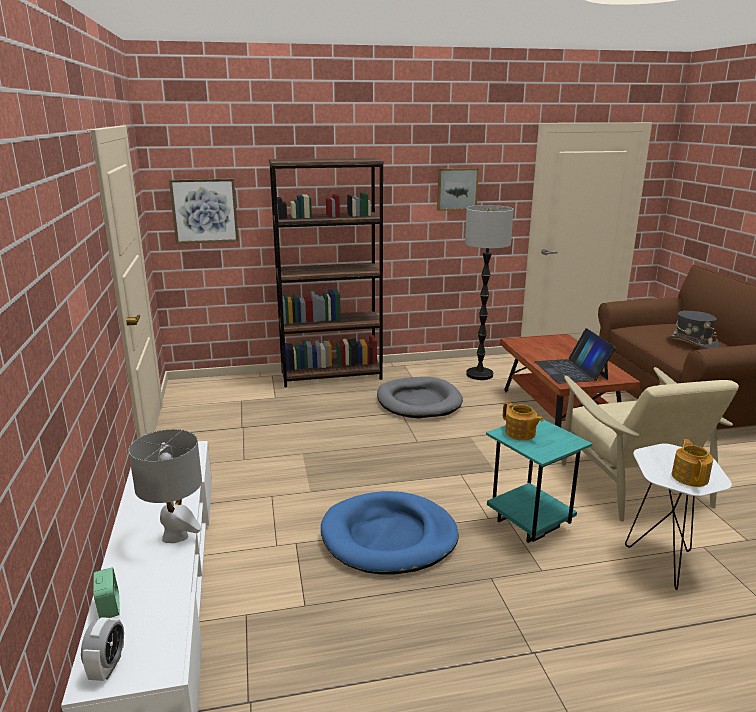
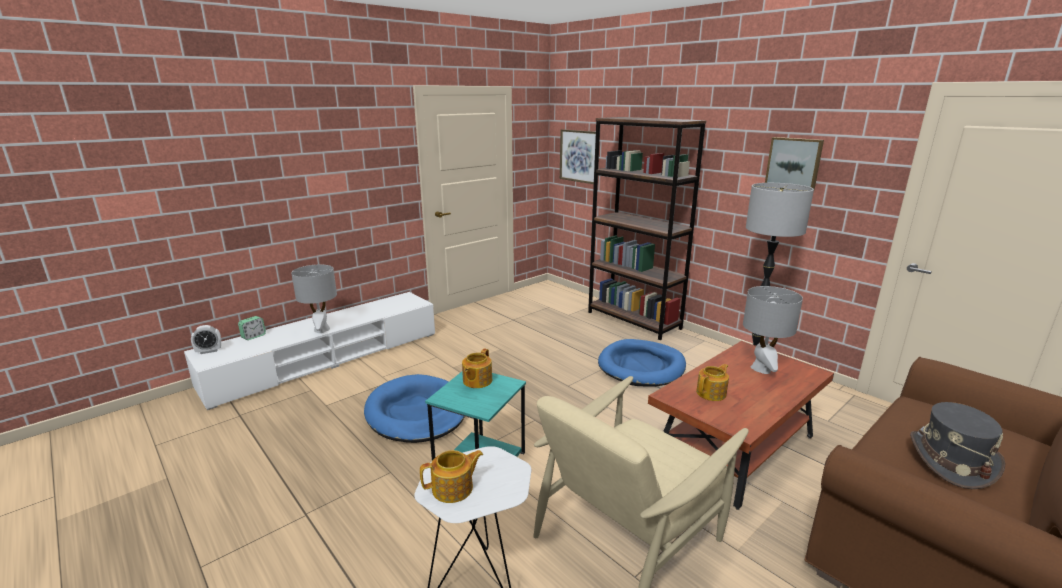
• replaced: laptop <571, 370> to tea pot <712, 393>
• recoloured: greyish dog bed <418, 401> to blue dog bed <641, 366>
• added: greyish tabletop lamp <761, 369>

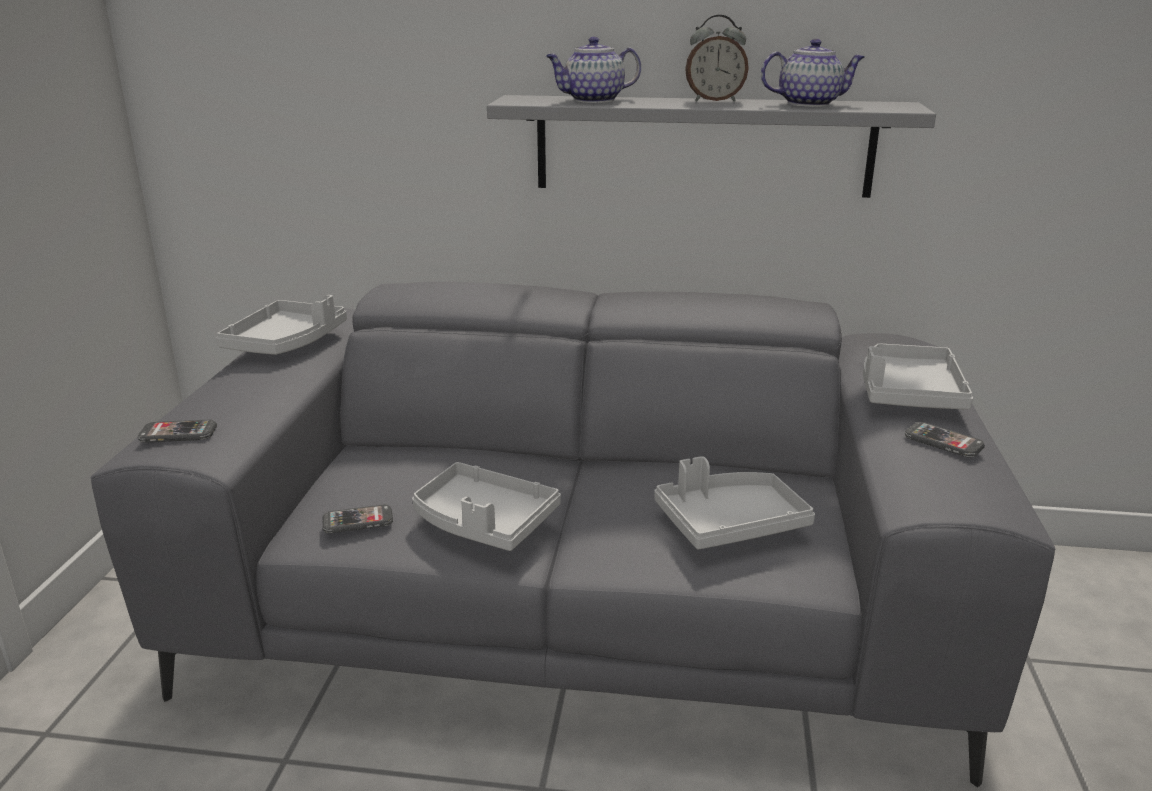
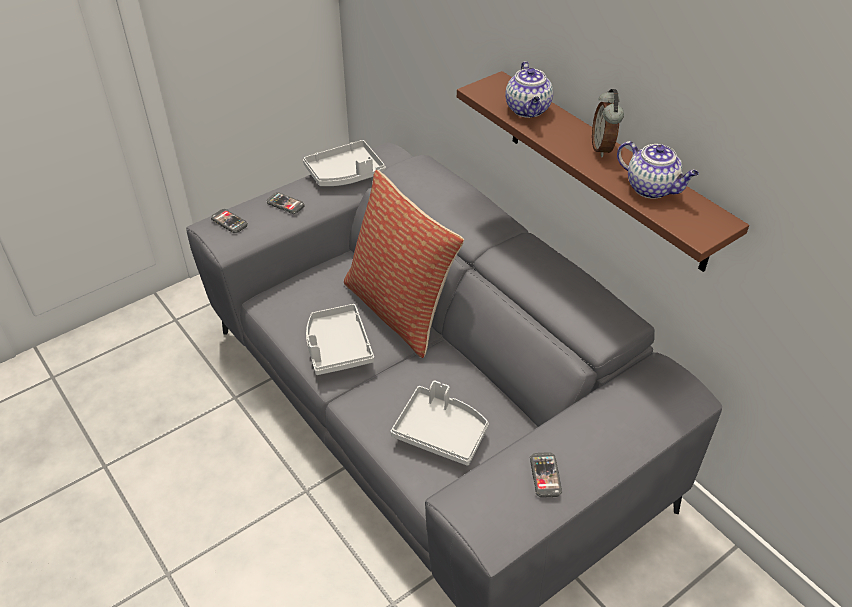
• turned: alarm clock <714, 100> = <603, 148> 45 degrees clockwise
• turned: tea pot <592, 100> = <528, 110> 120 degrees counterclockwise
• recoloured: greyish bracket shelf <703, 146> to brown bracket shelf <606, 170>
• removed: greyish tray <908, 393>
• moved: phone <358, 521> to <285, 204>
• added: cushion <400, 309>

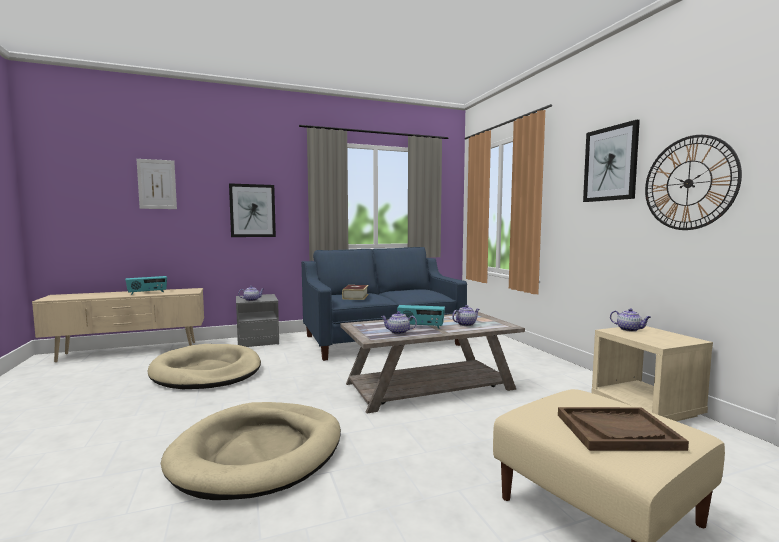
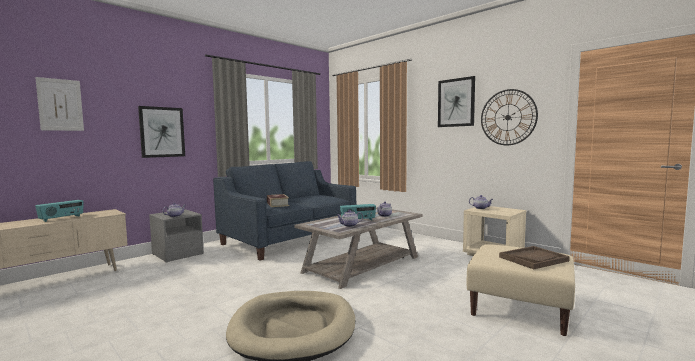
• removed: beige dog bed <207, 372>

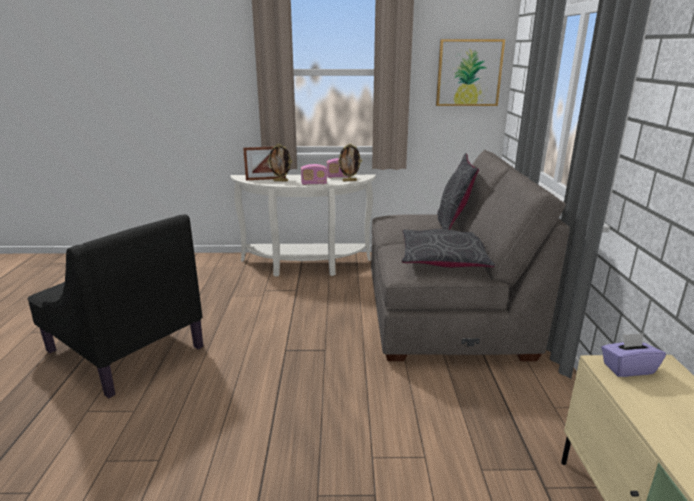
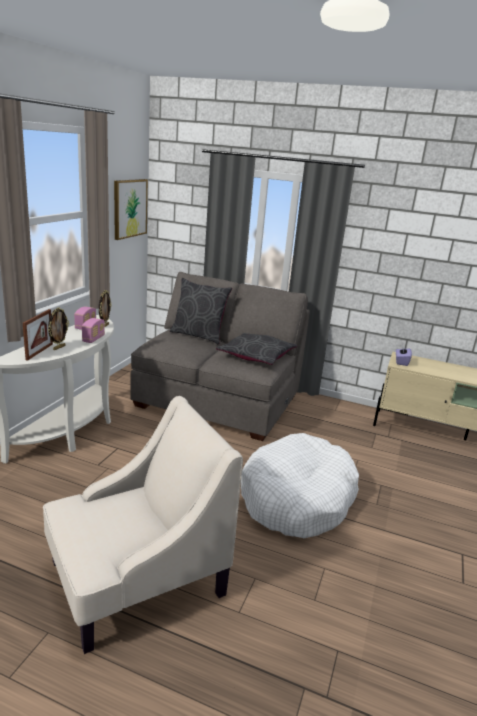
• recoloured: black-coloured armchair <124, 348> to beige armchair <135, 578>
• added: whitish dog bed <297, 498>

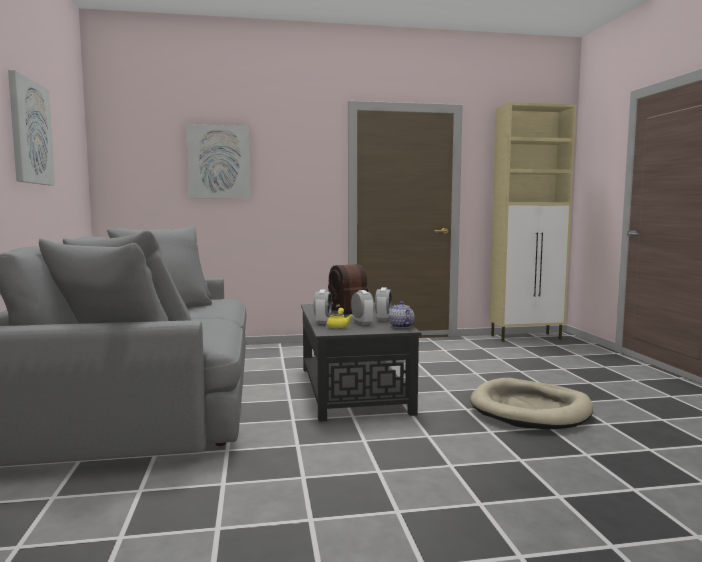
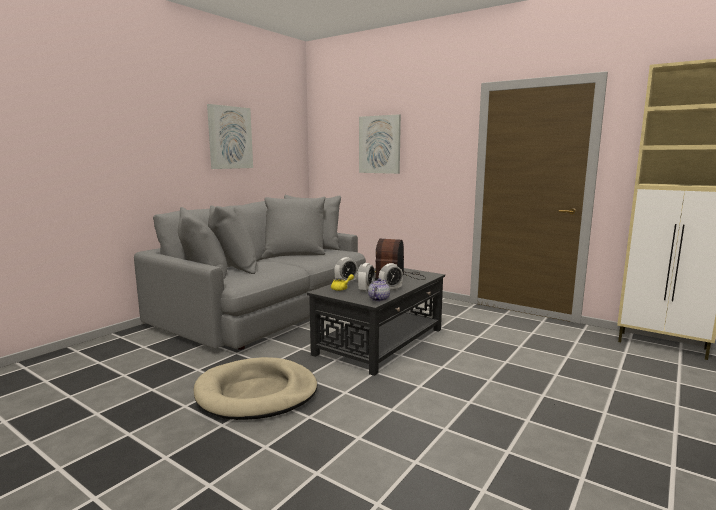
• moved: beige dog bed <530, 409> to <256, 393>

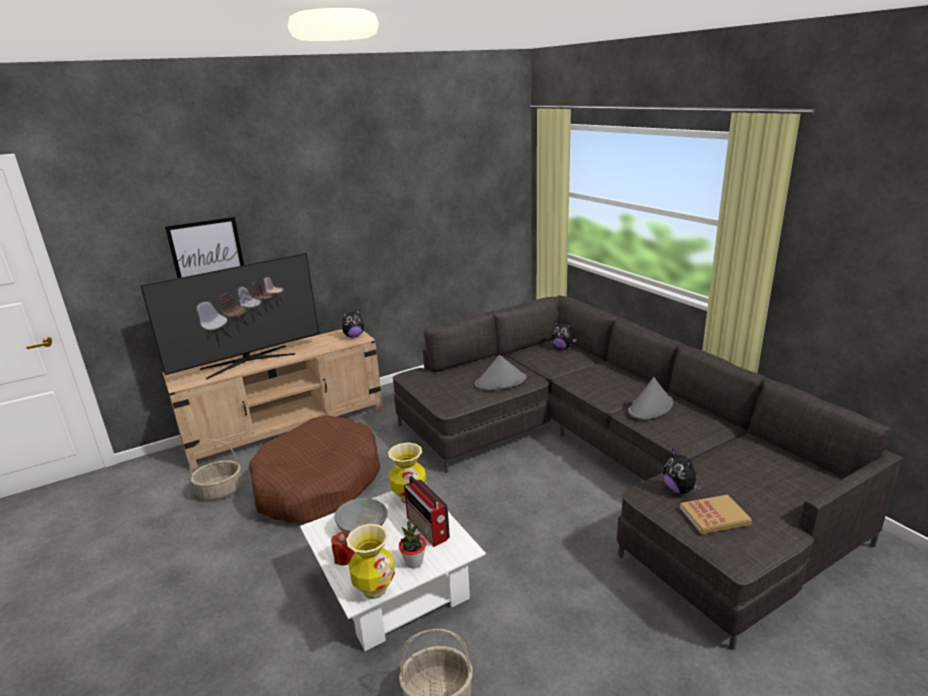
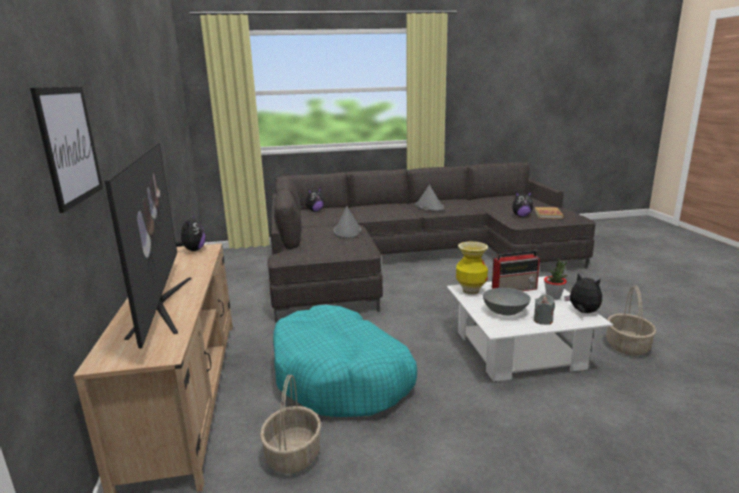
• recoloured: brown dog bed <318, 483> to blue-green dog bed <341, 376>
• replaced: decorative vase <374, 590> to plush toy <583, 312>
• recoloured: red wax light <345, 558> to greyish wax light <543, 320>

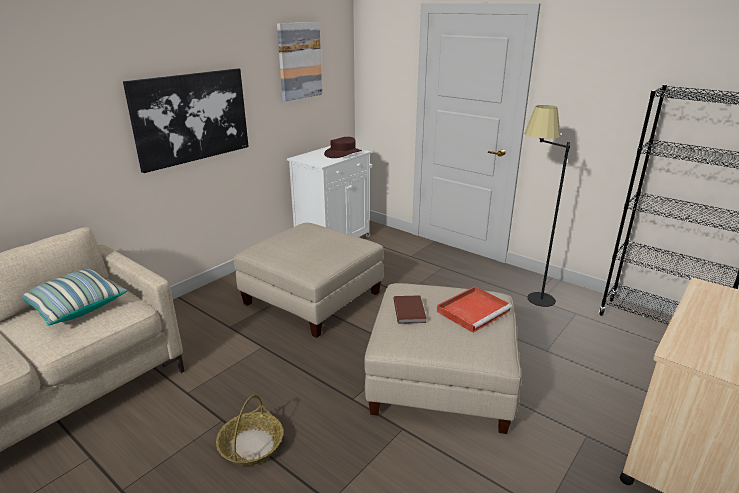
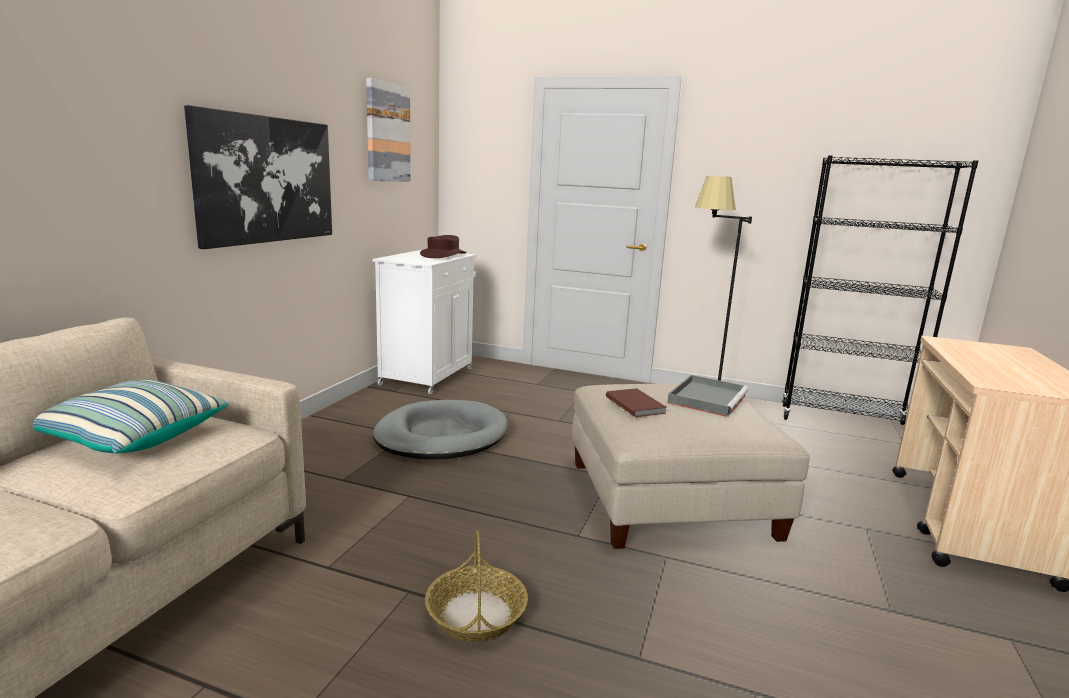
• replaced: beige footrest <312, 298> to greyish dog bed <441, 436>
• recoloured: red tray <474, 310> to greyish tray <707, 398>

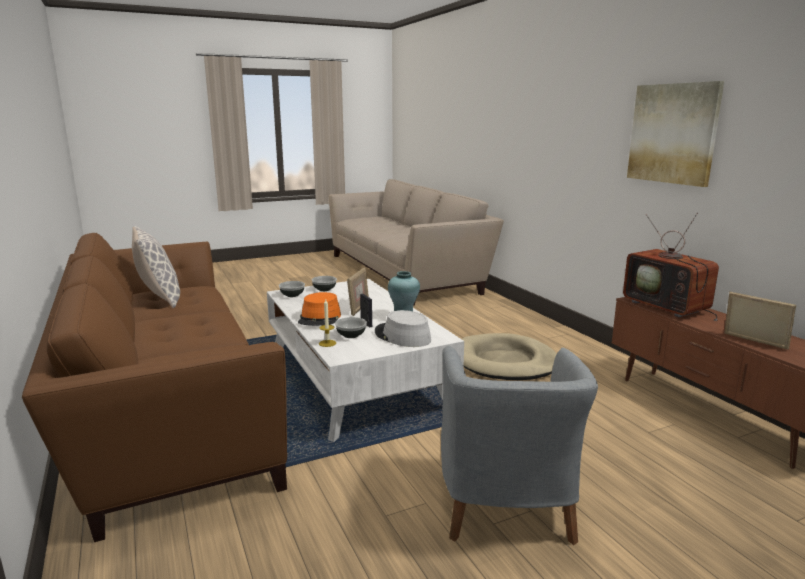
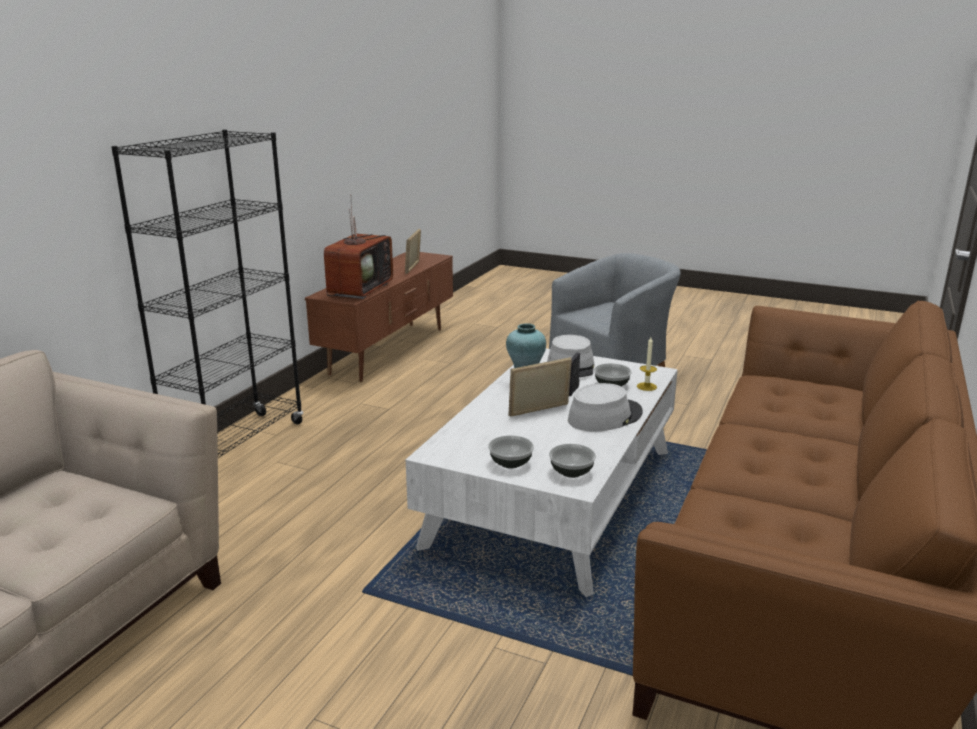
• removed: picture <673, 133>
• removed: cushion <159, 299>
• recoloured: orangey wearable hat <320, 318> to greyish wearable hat <604, 416>
• removed: beige dog bed <505, 362>
• added: black-coloured shelving unit <238, 445>

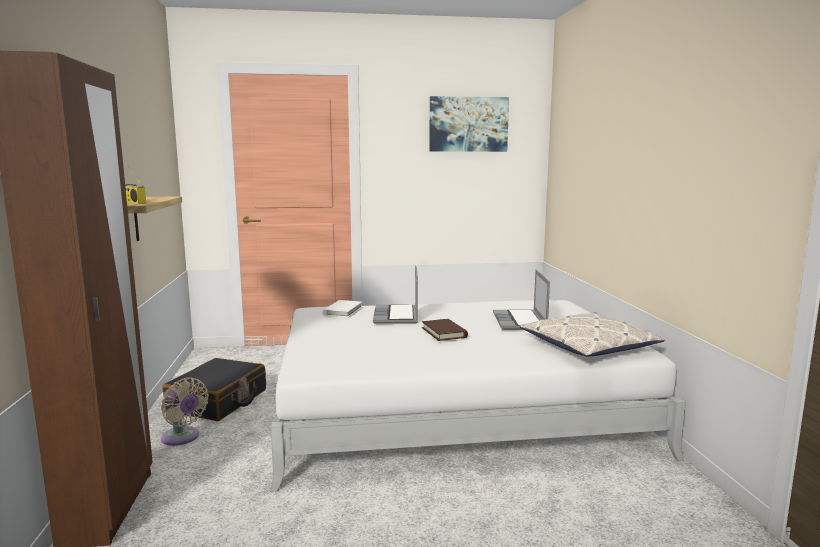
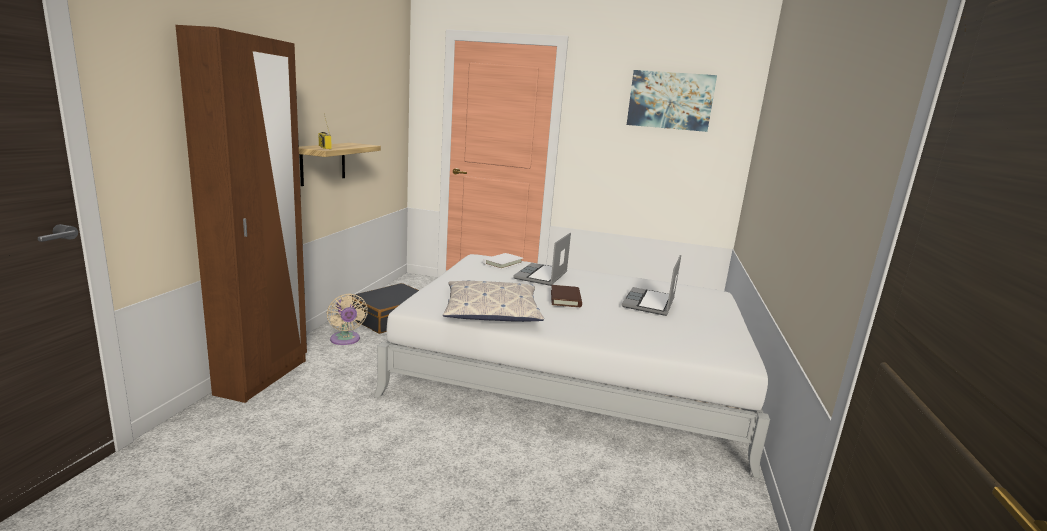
• moved: cushion <588, 345> to <492, 311>

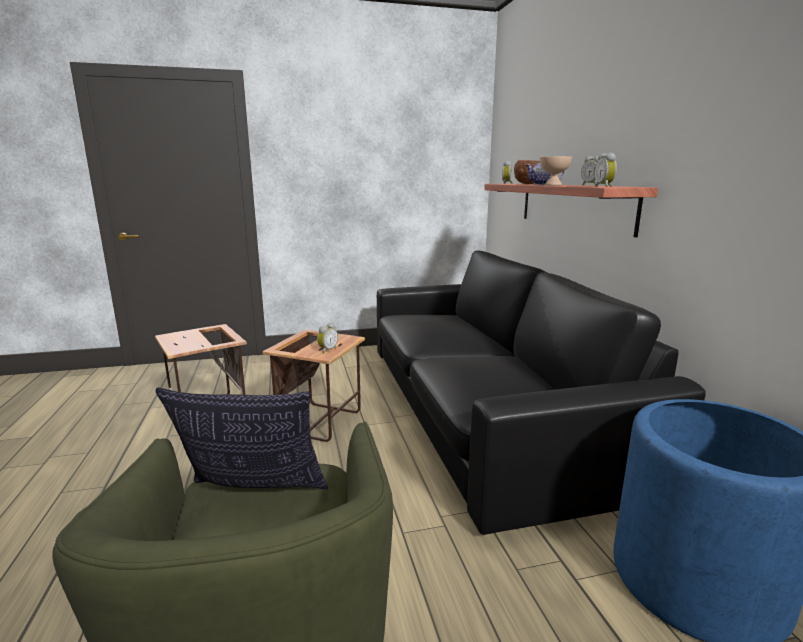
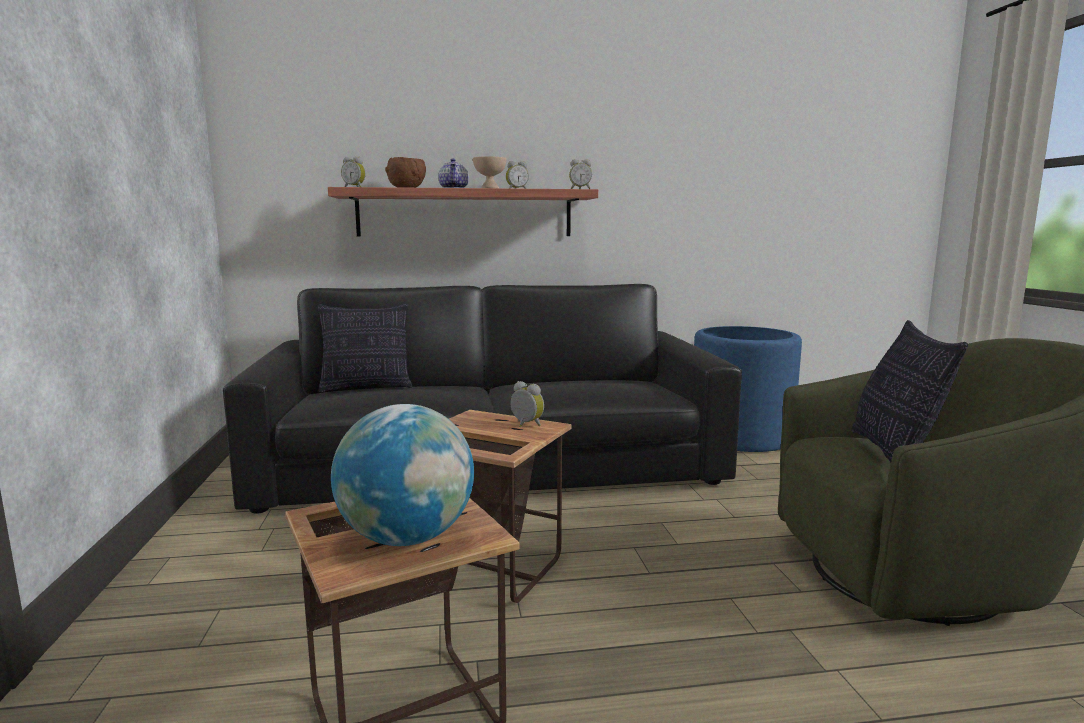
• added: cushion <367, 387>
• added: globe <407, 538>

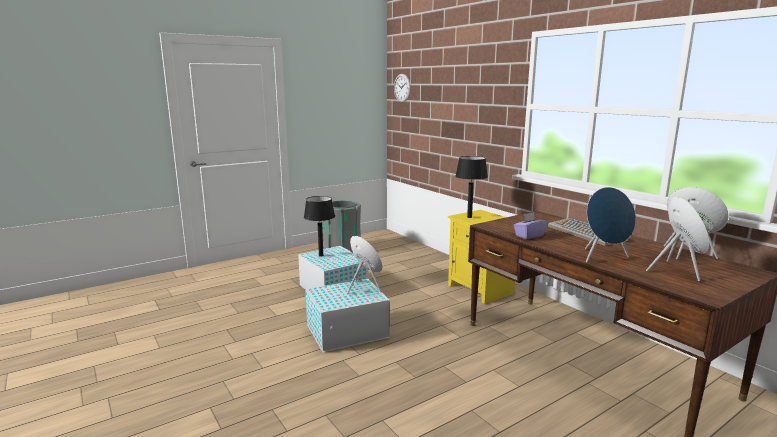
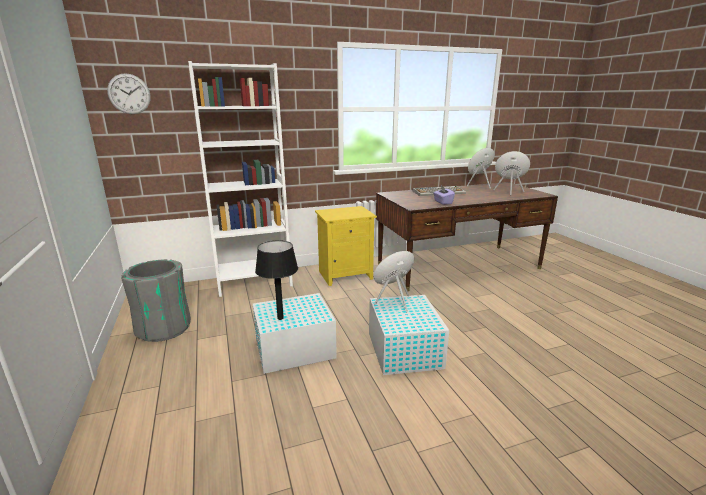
• removed: black-coloured tabletop lamp <469, 217>
• removed: blue audio speaker <604, 258>
• added: whitish shelving unit <254, 282>

